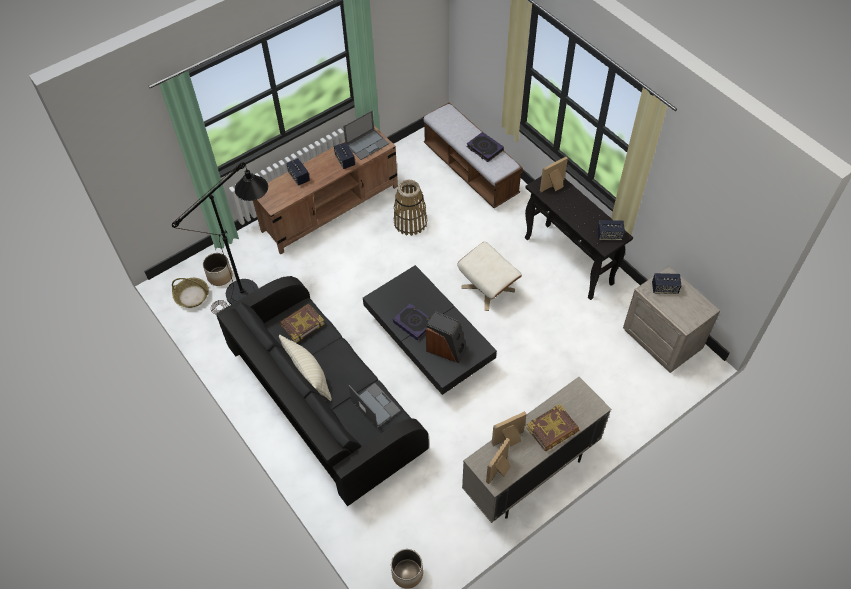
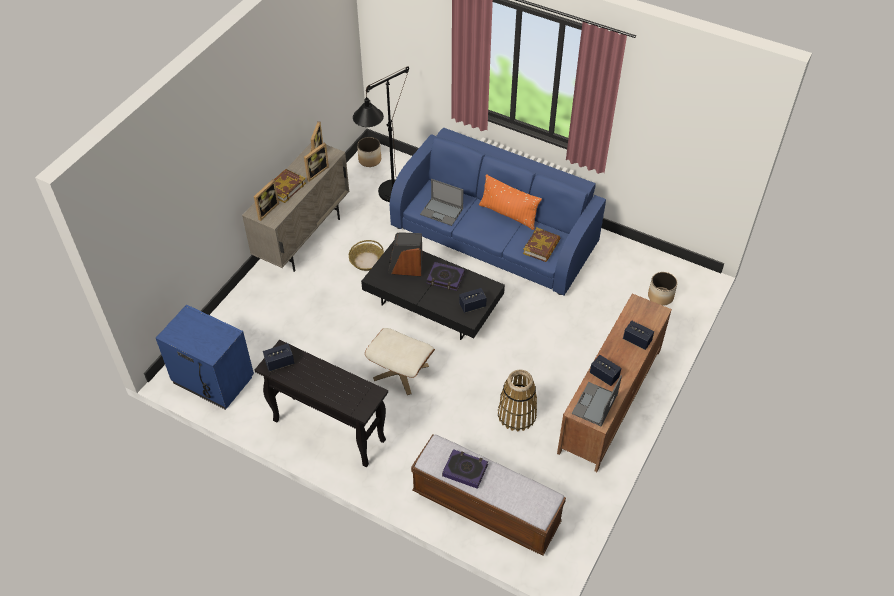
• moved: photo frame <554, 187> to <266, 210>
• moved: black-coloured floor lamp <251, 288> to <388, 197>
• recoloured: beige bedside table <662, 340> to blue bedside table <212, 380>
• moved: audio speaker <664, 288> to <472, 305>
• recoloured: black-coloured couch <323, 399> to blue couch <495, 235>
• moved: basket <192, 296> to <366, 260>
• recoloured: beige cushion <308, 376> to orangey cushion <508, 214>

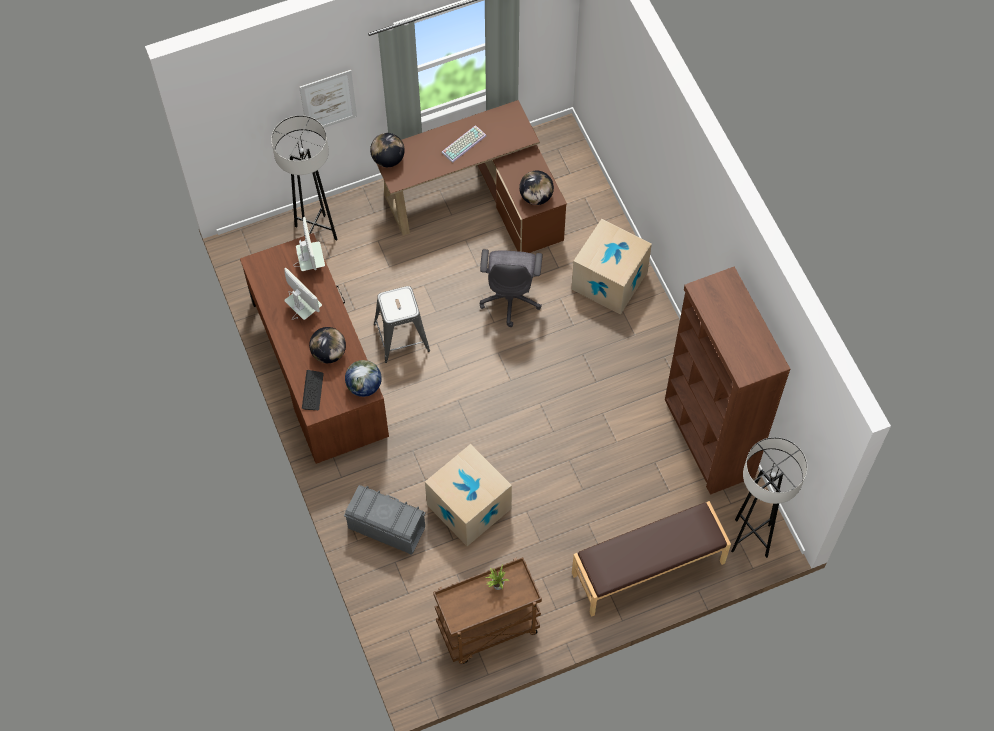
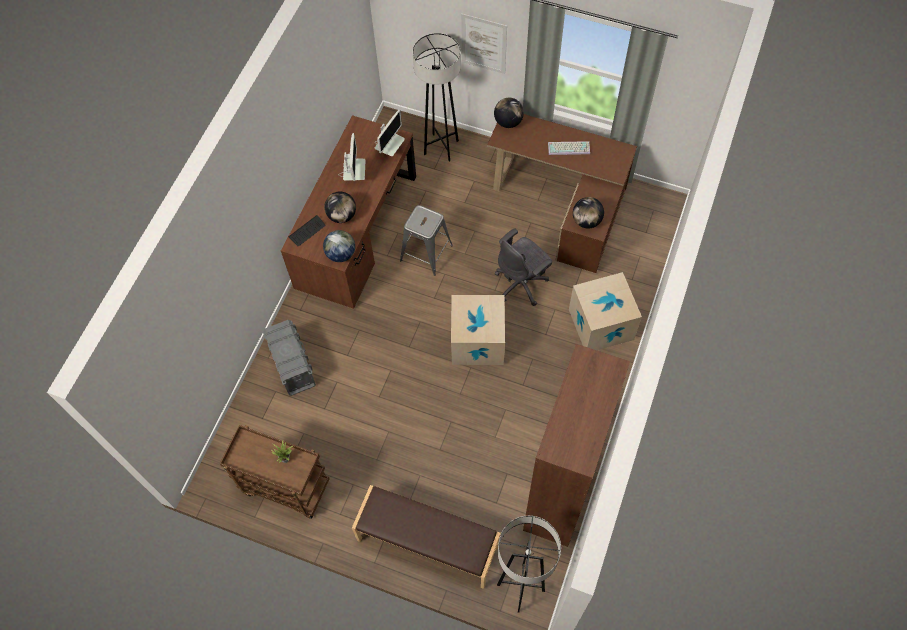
• moved: cardboard box <469, 507> to <477, 341>

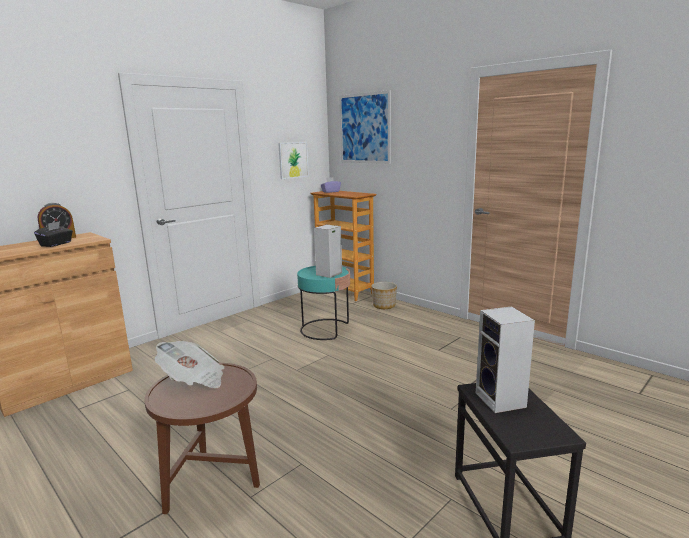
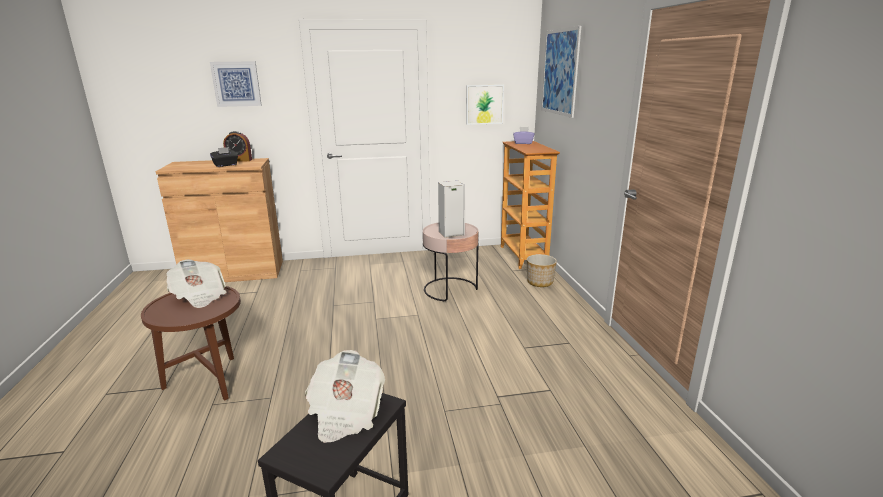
• recoloured: blue-green accent table <325, 329> to pinkish accent table <450, 289>
• replaced: audio speaker <502, 401> to newspaper <345, 413>
• added: picture <236, 84>

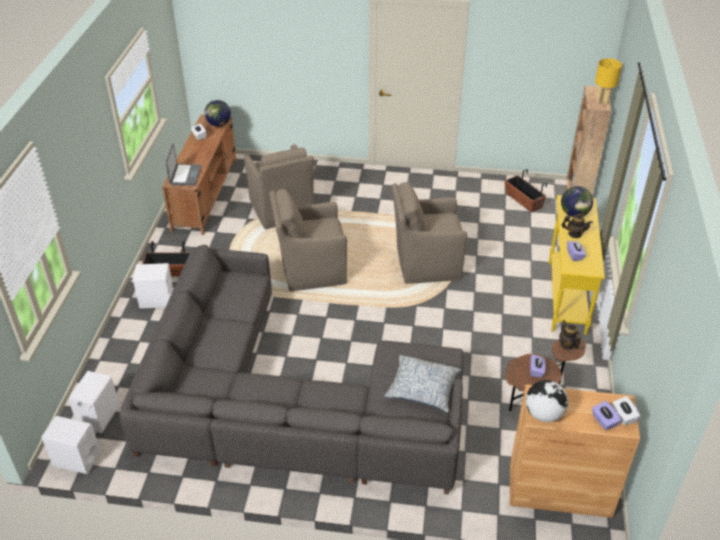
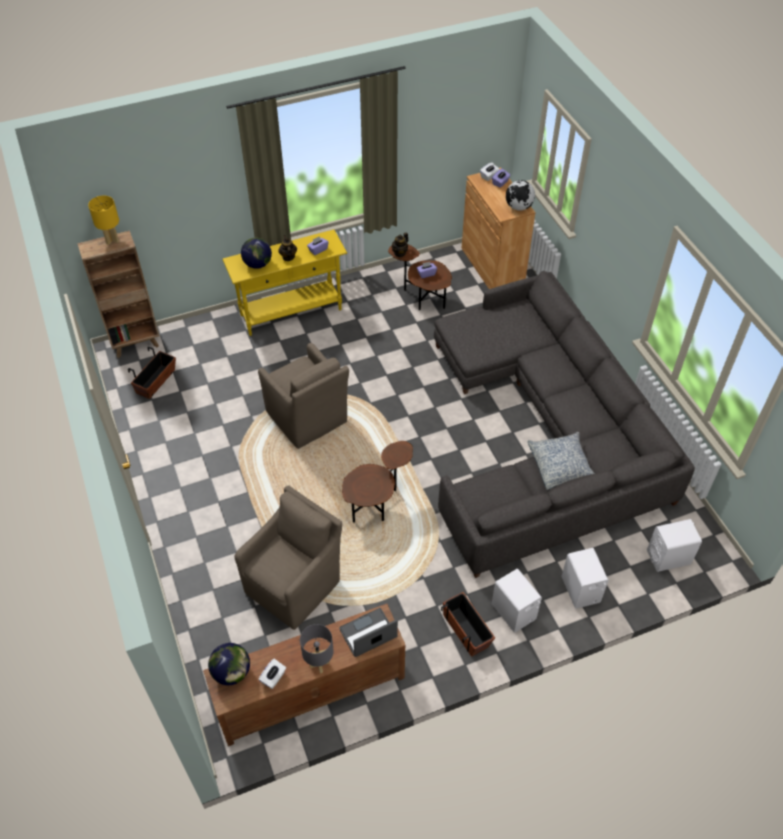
• replaced: brown armchair <310, 270> to brown accent table <376, 504>
• moved: cushion <422, 389> to <561, 466>
• moved: whitish audio speaker <76, 459> to <580, 590>
• added: greyish tabletop lamp <319, 664>

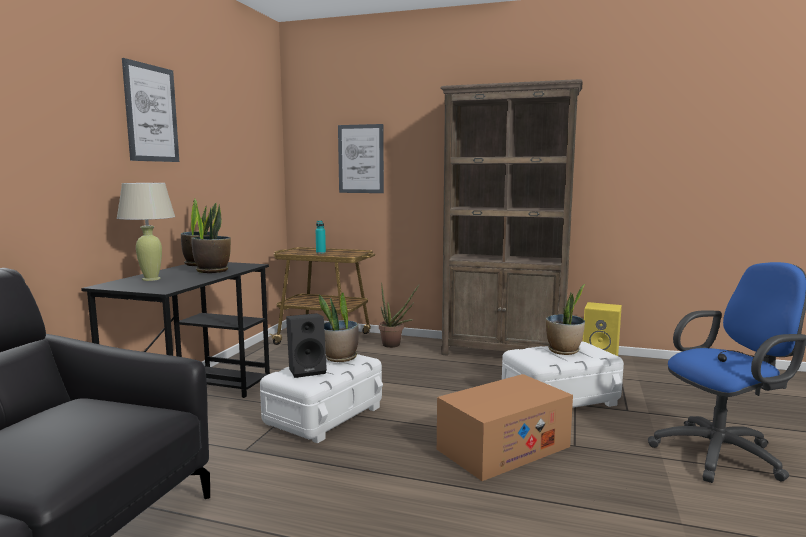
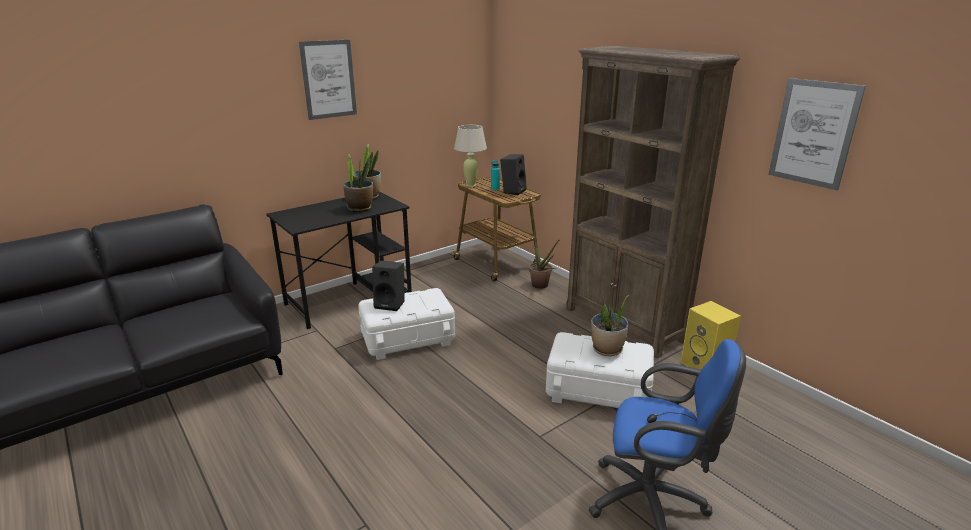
• moved: picture <361, 159> to <813, 133>
• moved: beige tabletop lamp <151, 279> to <470, 185>
• removed: houseplant <340, 358>
• removed: cardboard box <503, 448>
• added: black-coloured audio speaker <513, 191>

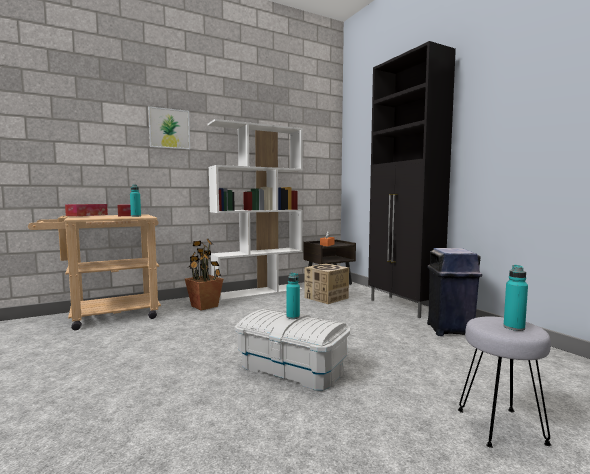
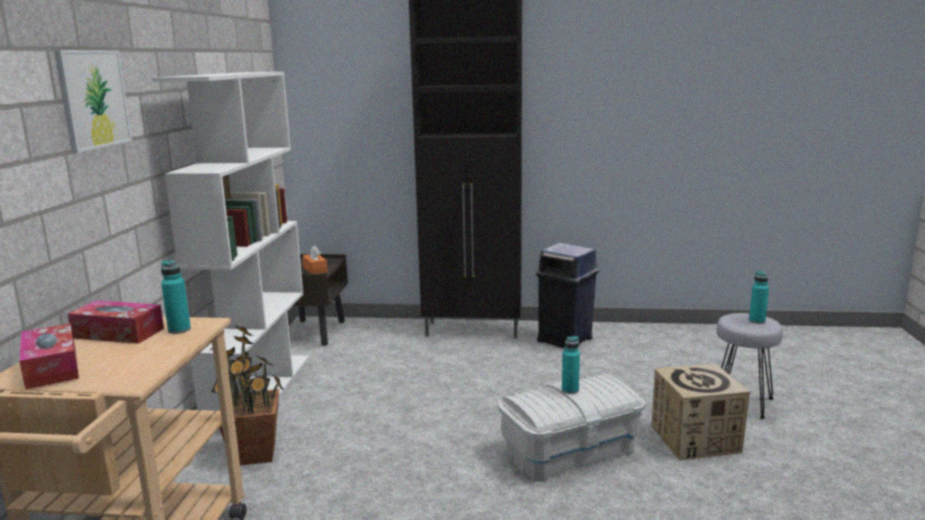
• moved: cardboard box <326, 298> to <695, 439>

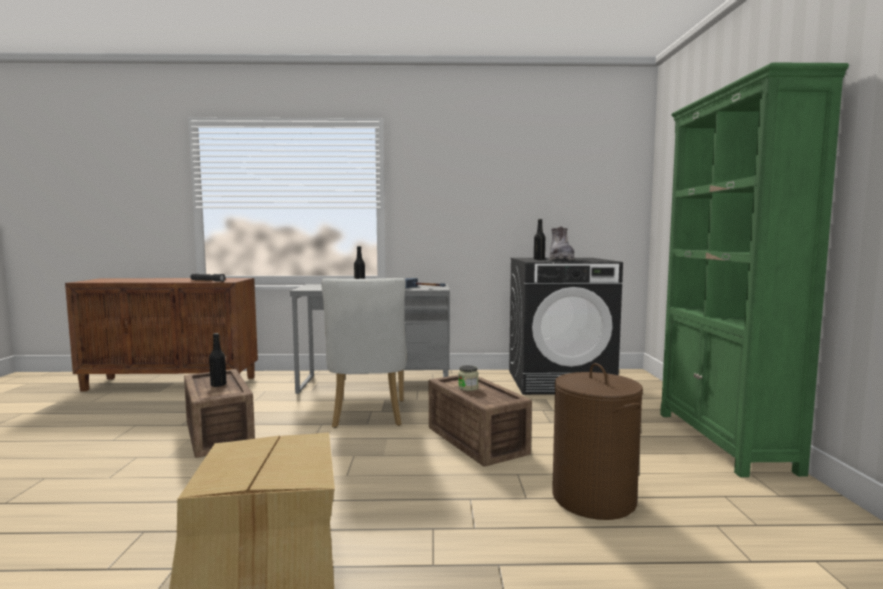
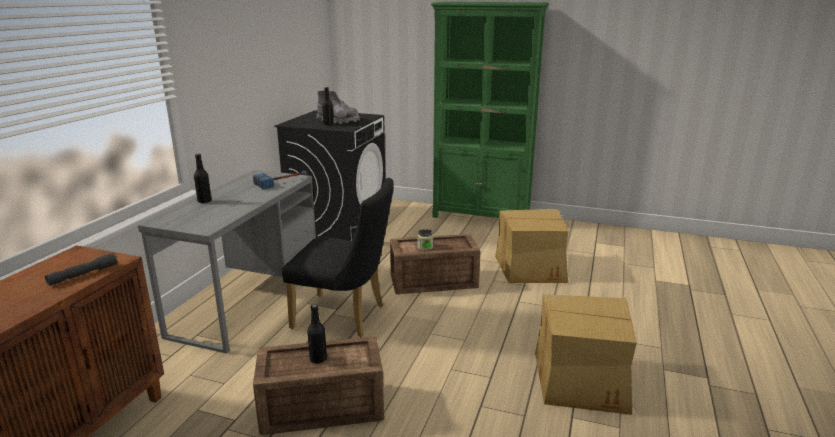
• recoloured: whitish upright chair <368, 416> to black-coloured upright chair <345, 317>
• replaced: brown laundry basket <594, 498> to cardboard box <532, 267>

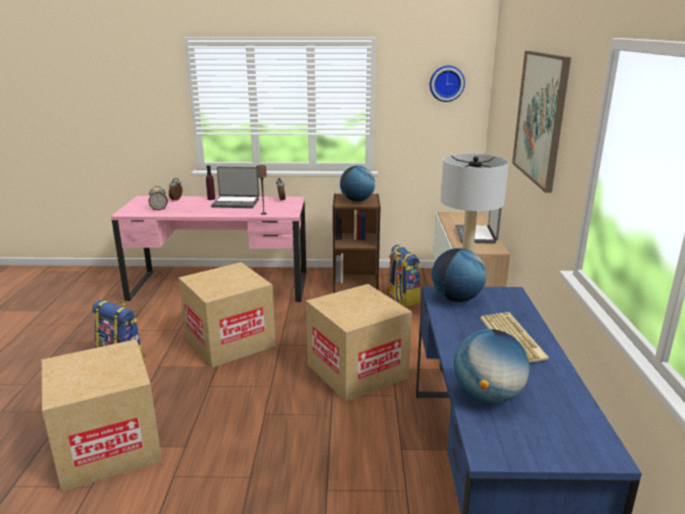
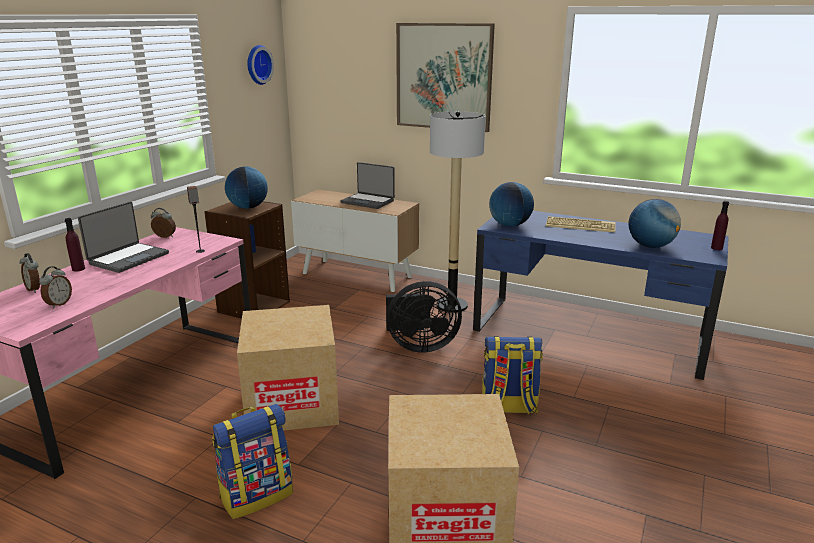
• moved: backpack <402, 298> to <508, 407>
• replaced: cardboard box <357, 371> to black-coloured cooling fan <419, 345>
• added: purple-coloured beverage bottle <716, 248>

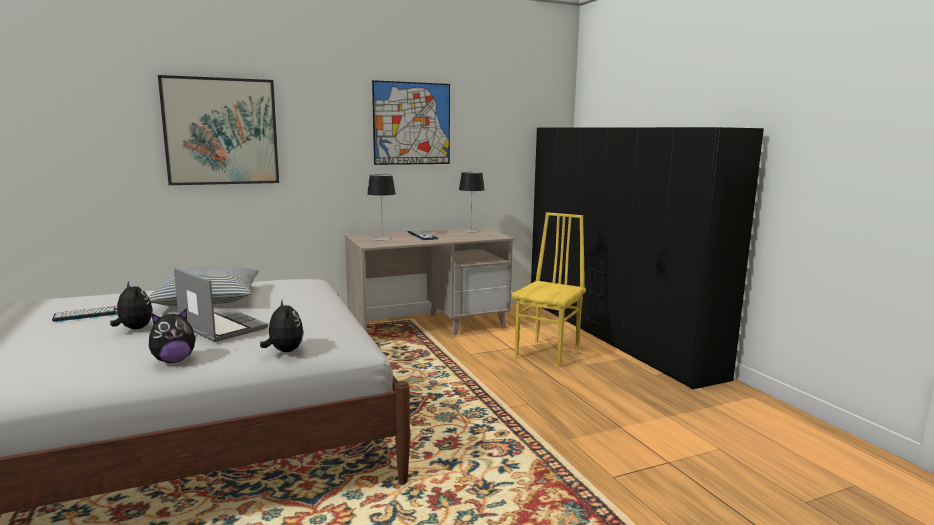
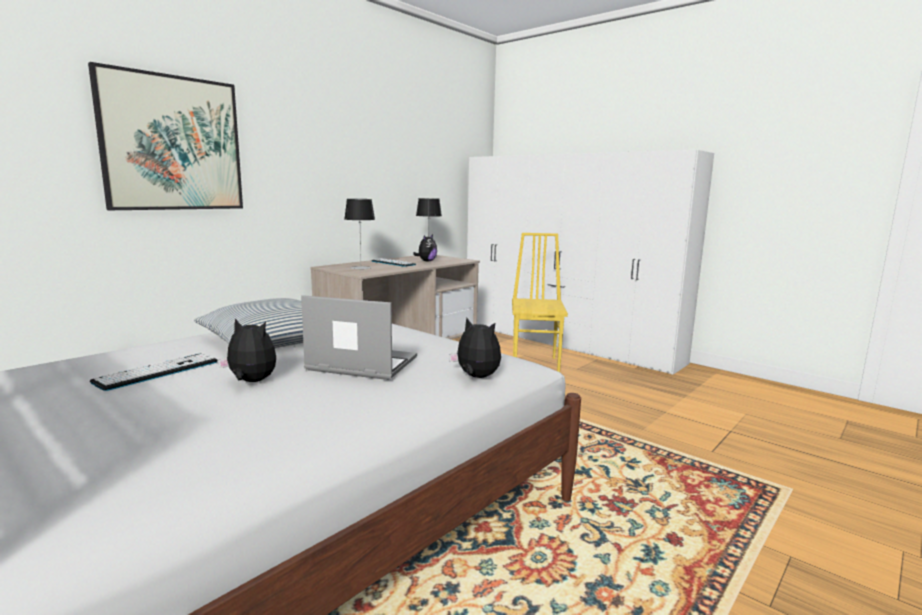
• removed: picture <412, 123>
• recoloured: black-coloured clothes cupboard <613, 334> to whitish clothes cupboard <564, 342>
• moved: plush toy <174, 360> to <426, 261>

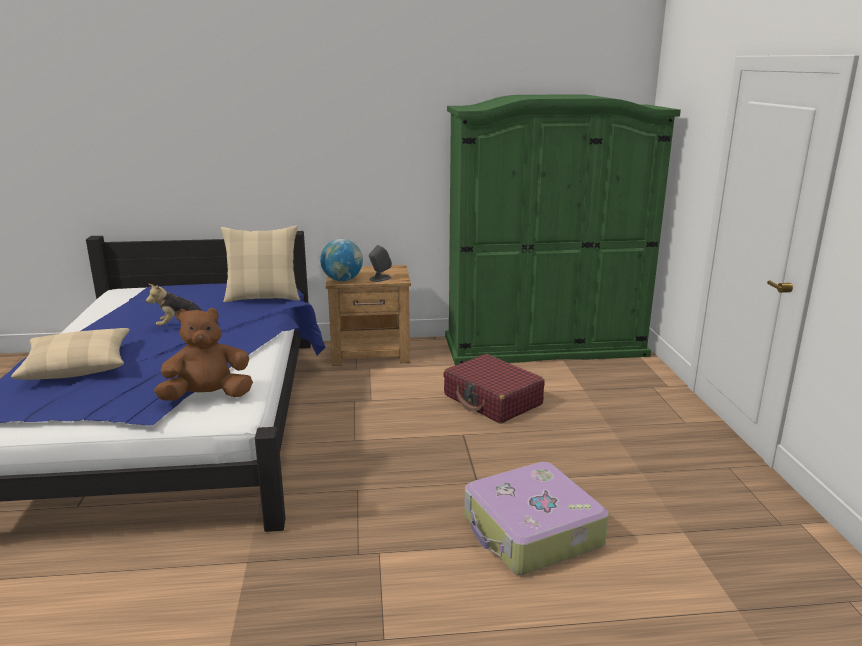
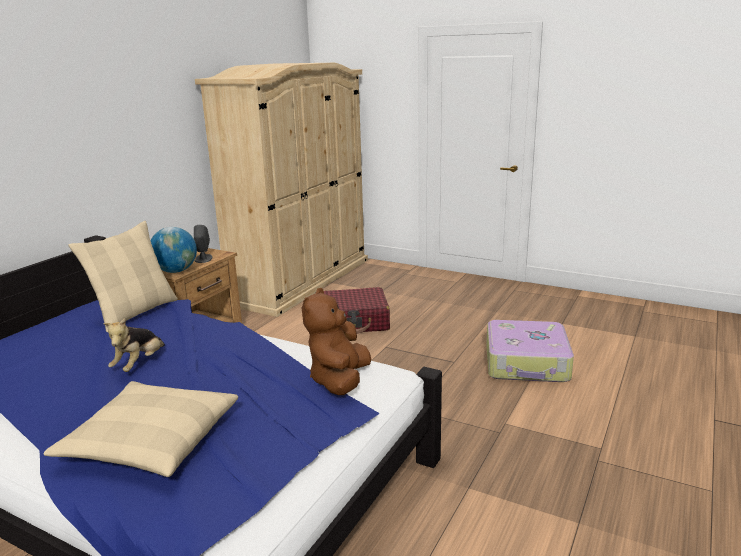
• recoloured: greenish clothes cupboard <544, 346> to beige clothes cupboard <301, 280>

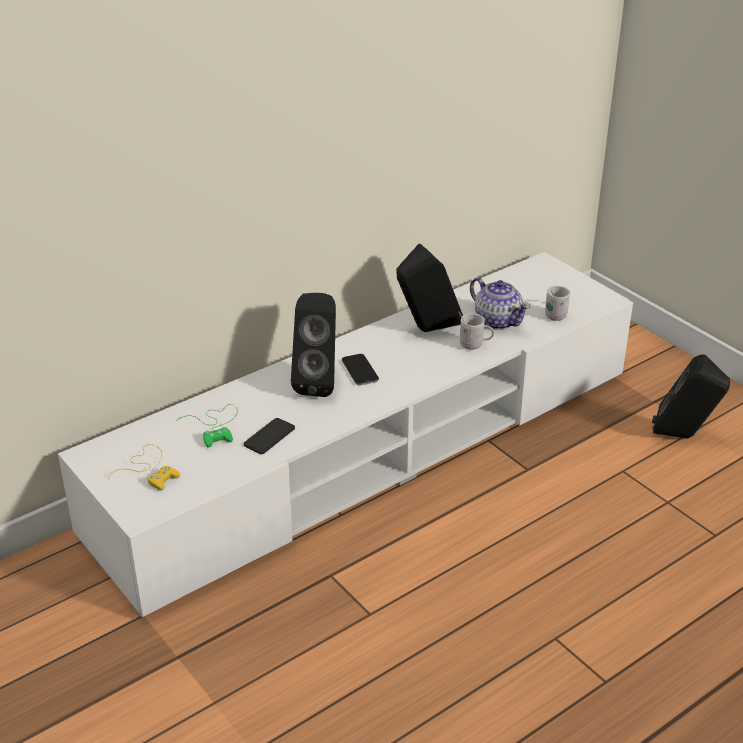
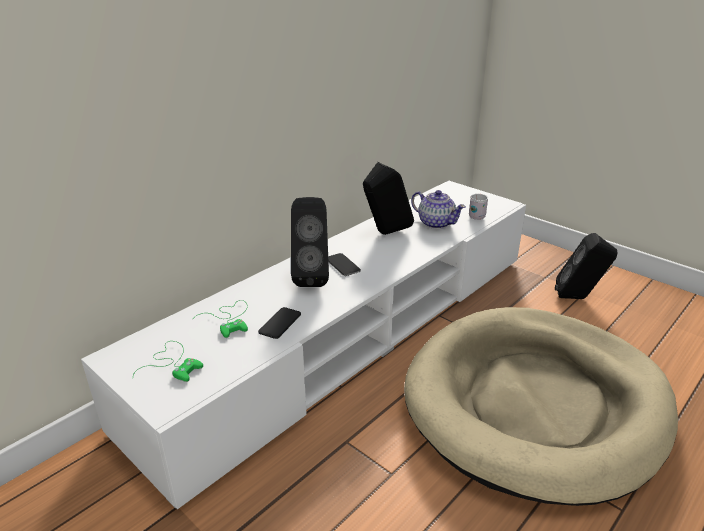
• removed: whitish coffee mug <475, 345>
• recoloured: yellowish joypad <149, 469> to greenish joypad <172, 363>
• added: beige dog bed <535, 402>

